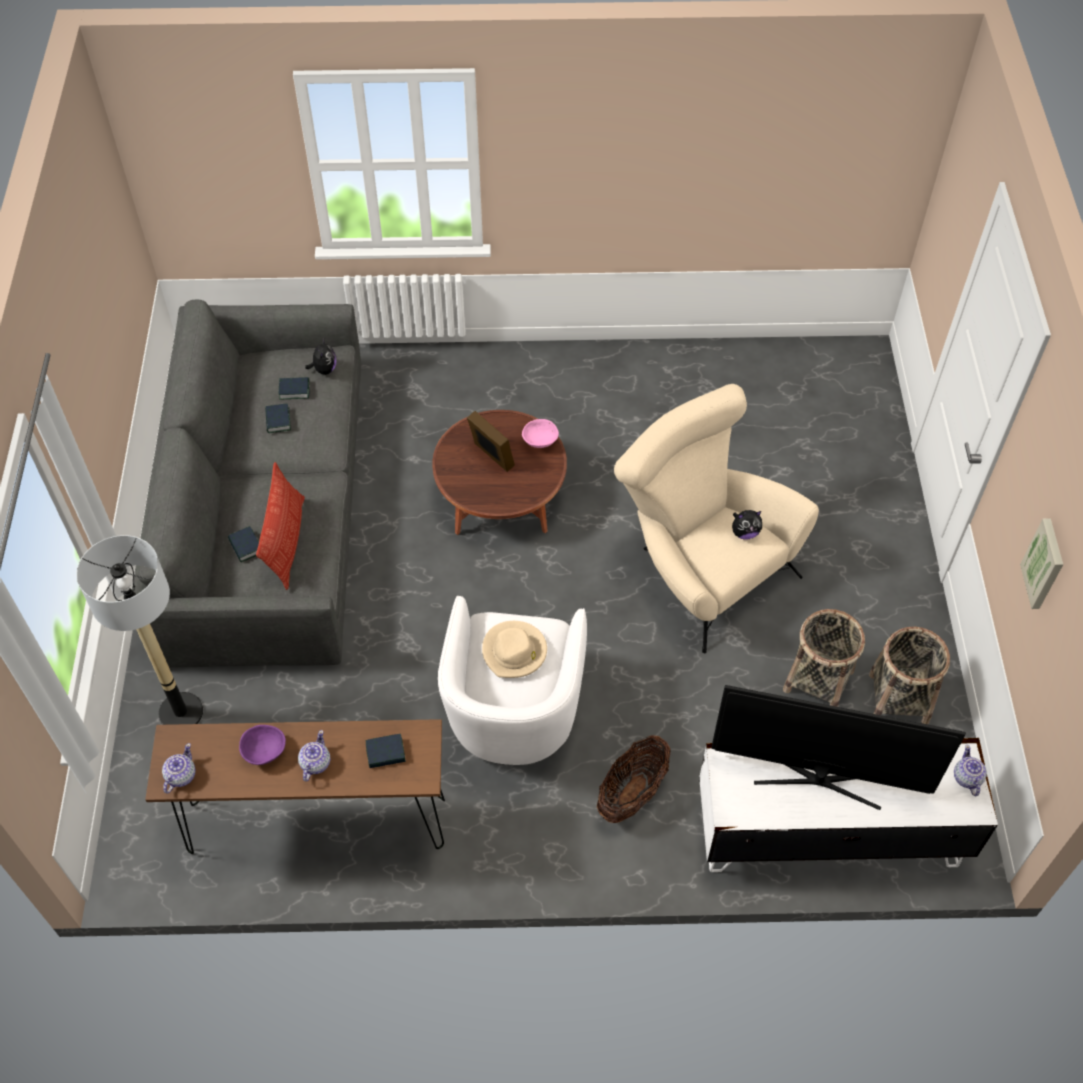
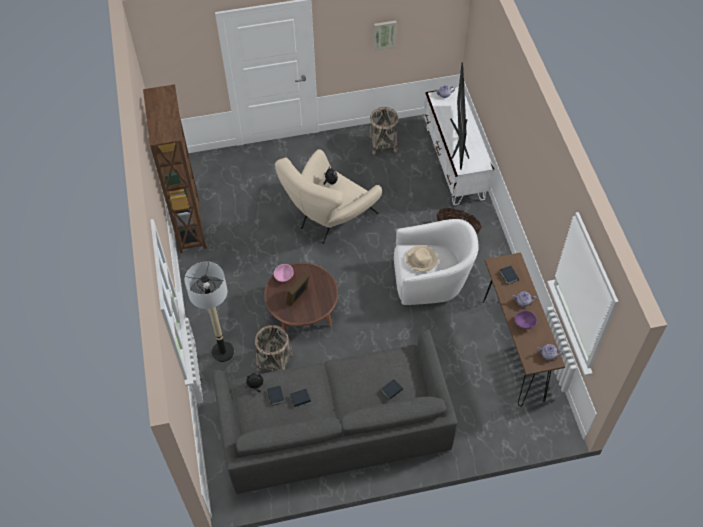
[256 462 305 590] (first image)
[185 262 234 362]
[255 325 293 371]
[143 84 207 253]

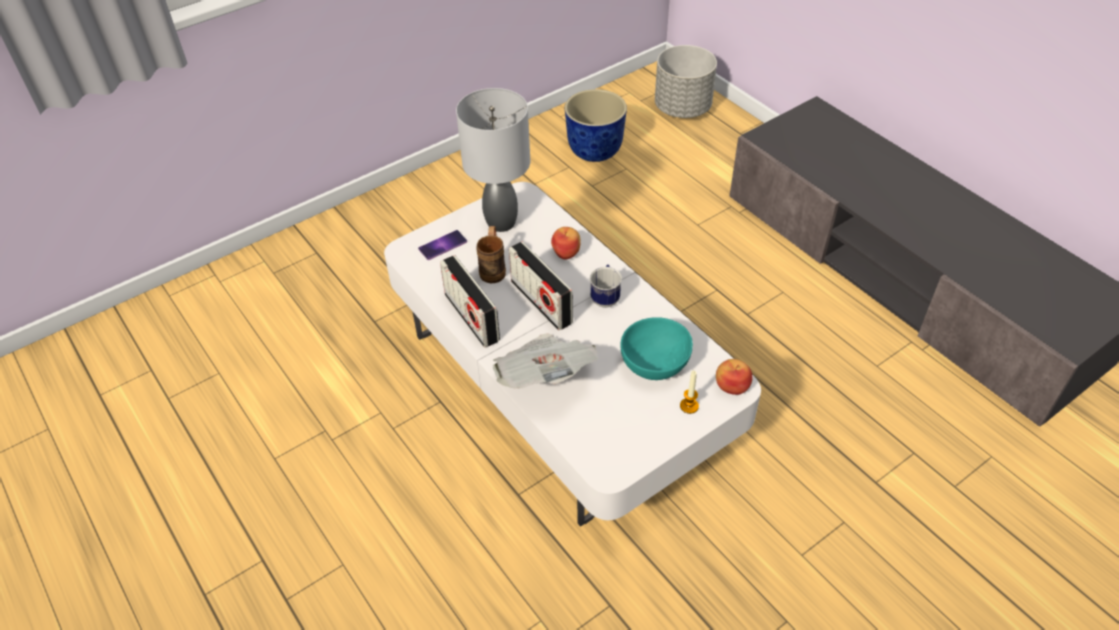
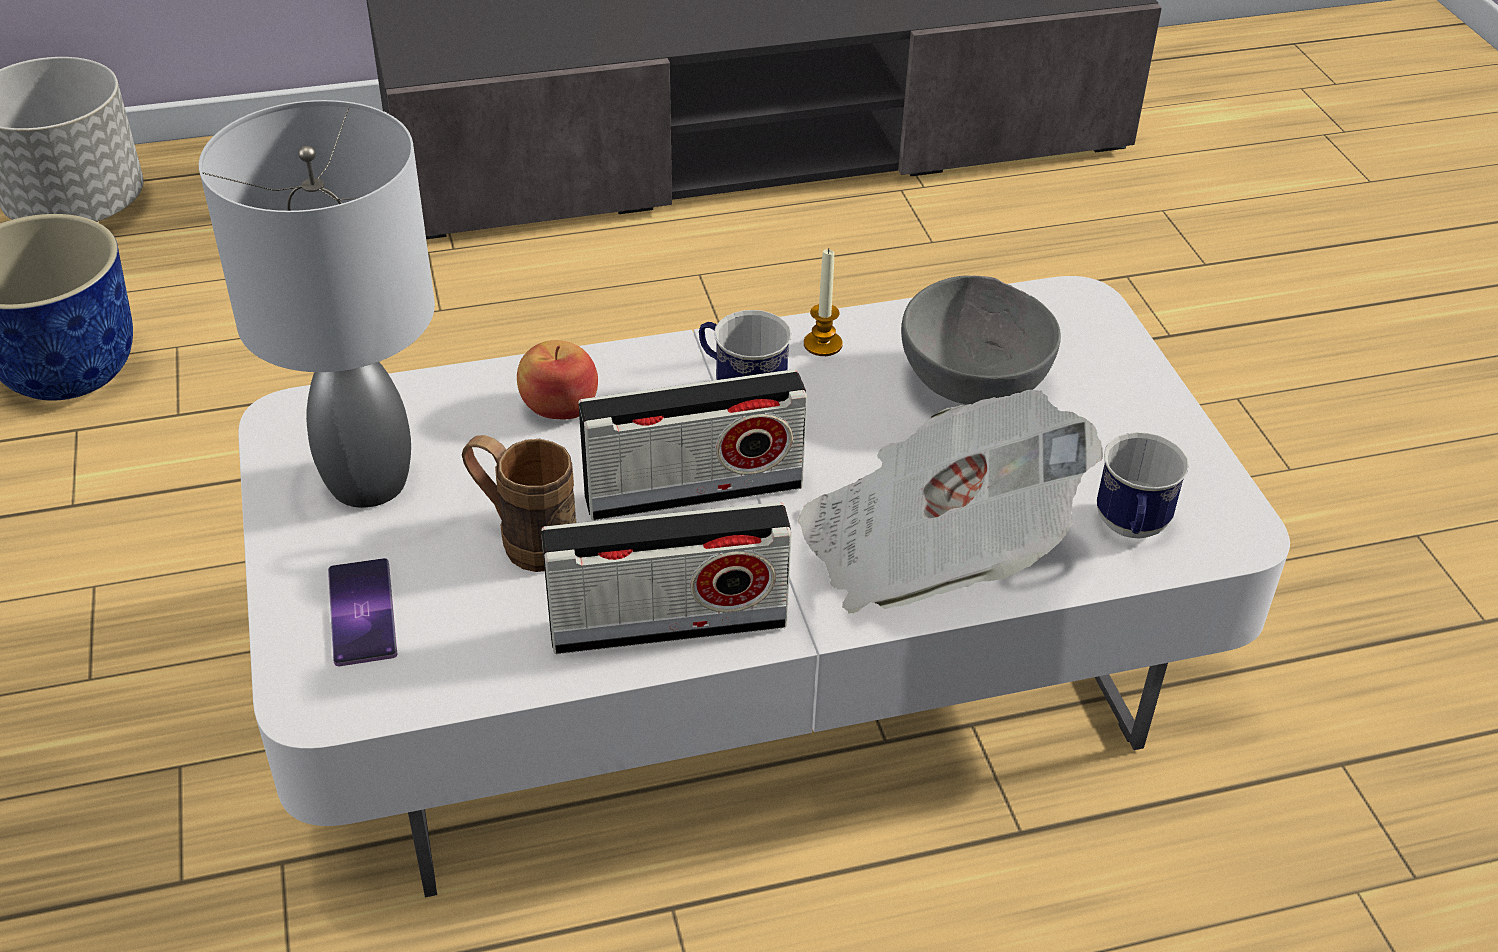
[901 275 1061 405]
[716 359 753 395] (first image)
[804 248 843 356]
[1097 432 1189 538]

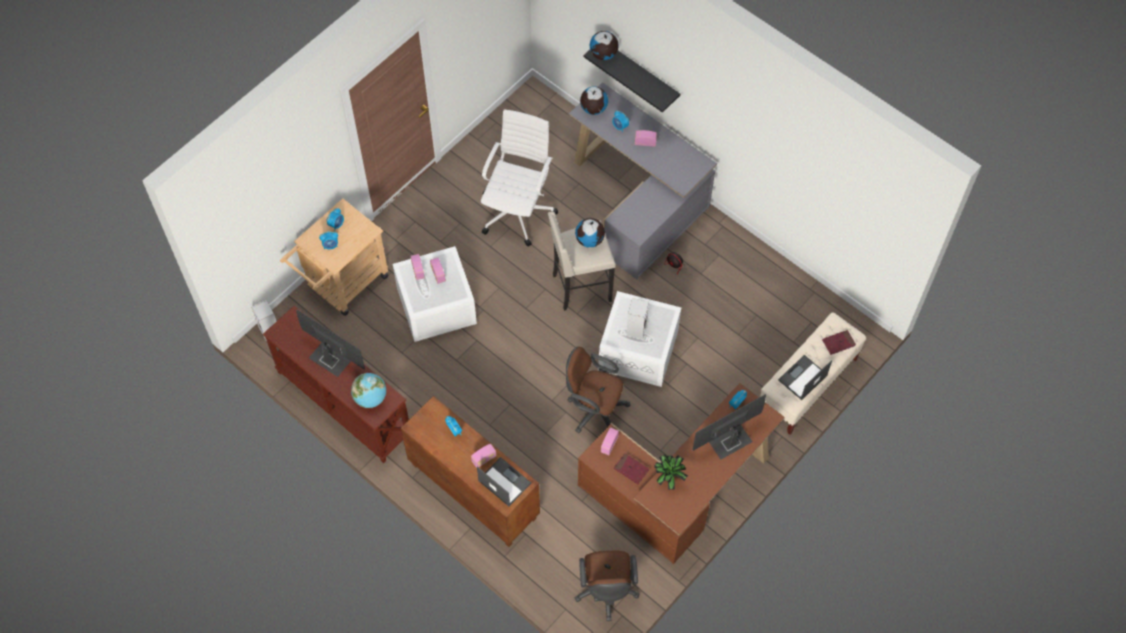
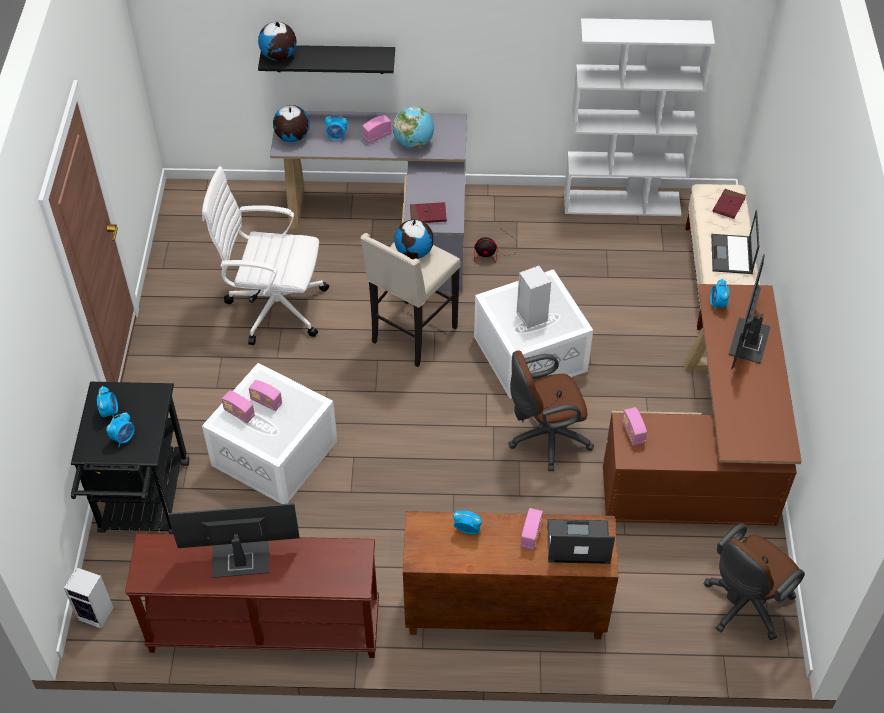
[202 166 329 345]
[71 382 189 534]
[393 107 434 149]
[410 202 447 223]
[654 454 688 490] (first image)
[704 523 805 640]
[564 18 715 216]

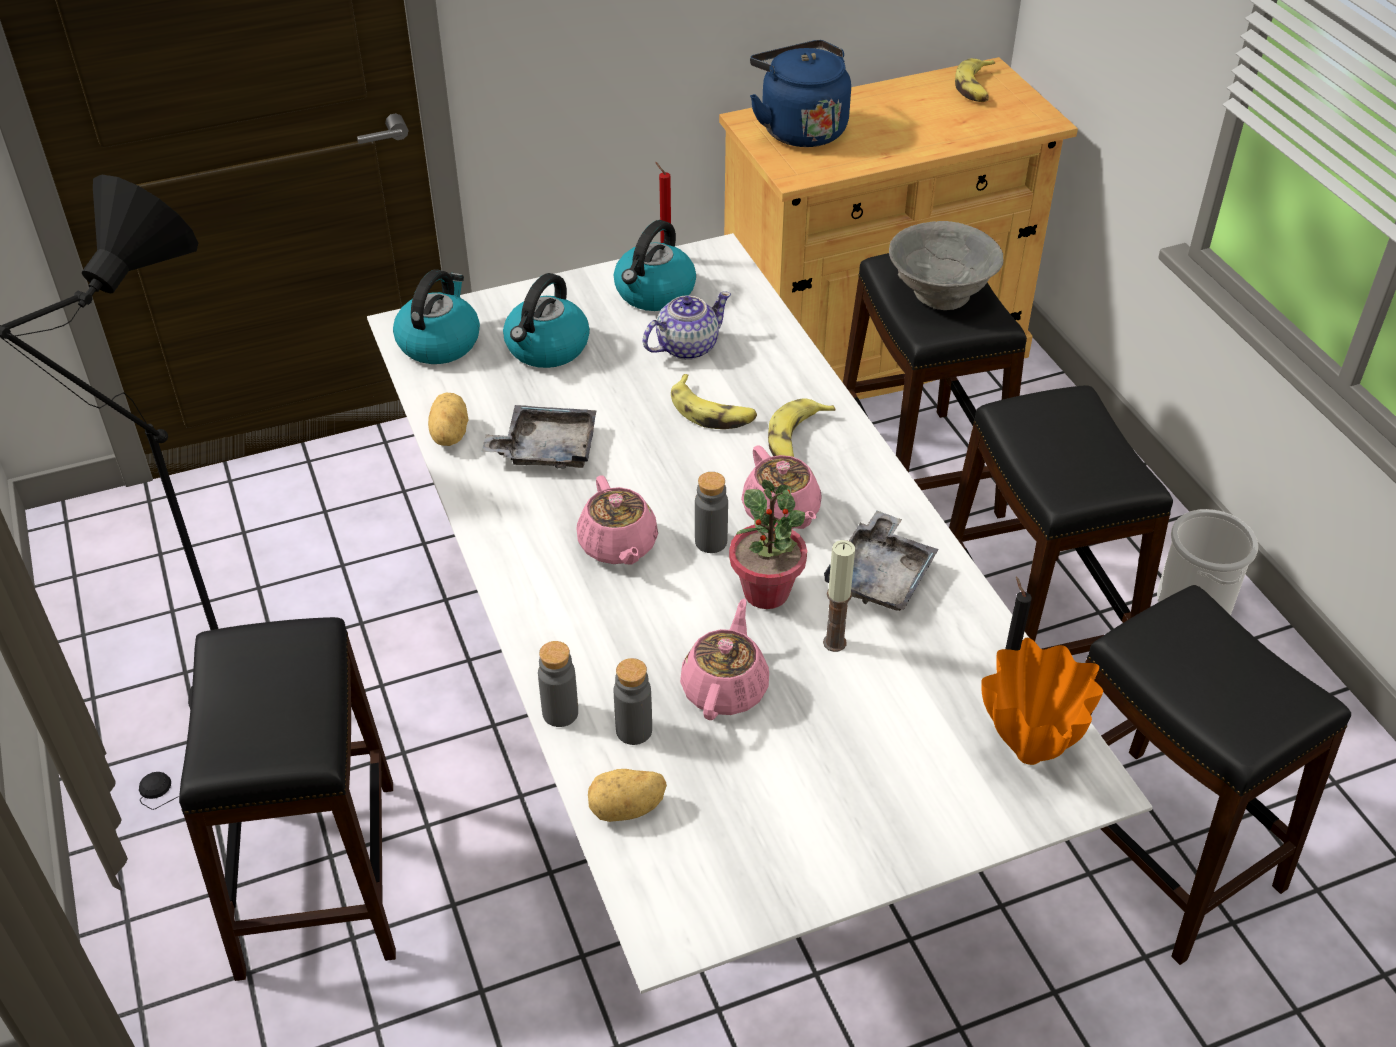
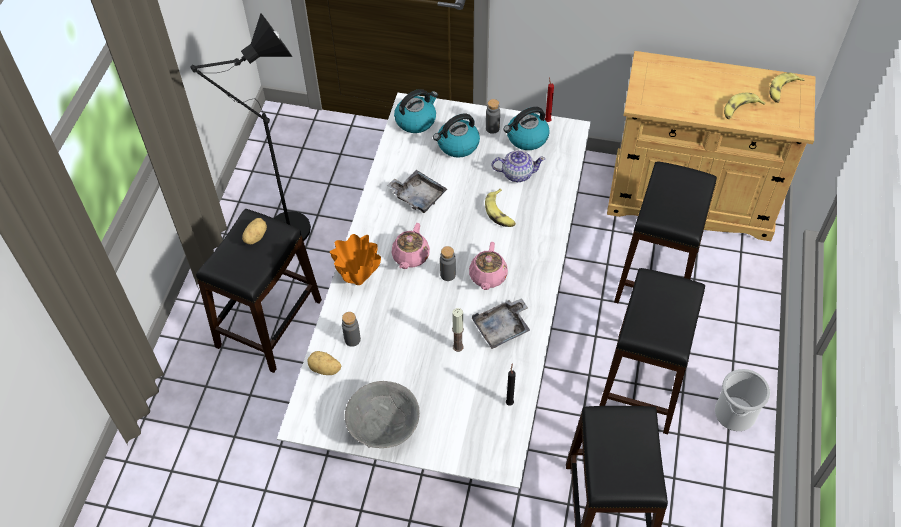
[750 40 851 147] (first image)
[345 381 420 448]
[242 218 267 244]
[724 93 765 119]
[729 479 807 609] (first image)
[680 599 769 720] (first image)
[330 234 381 285]
[486 99 500 134]

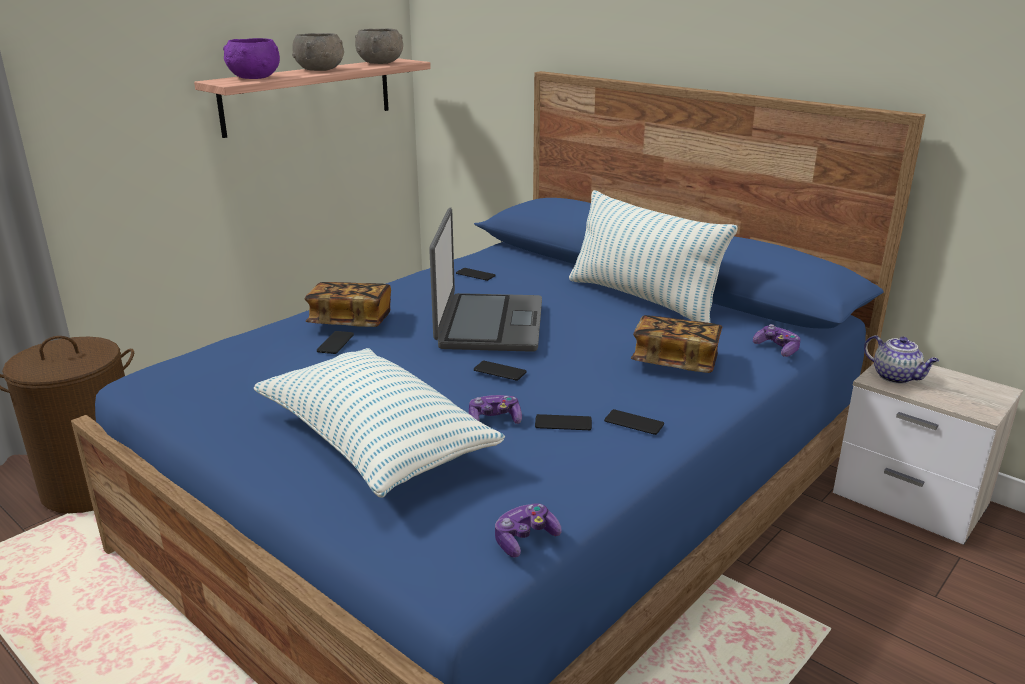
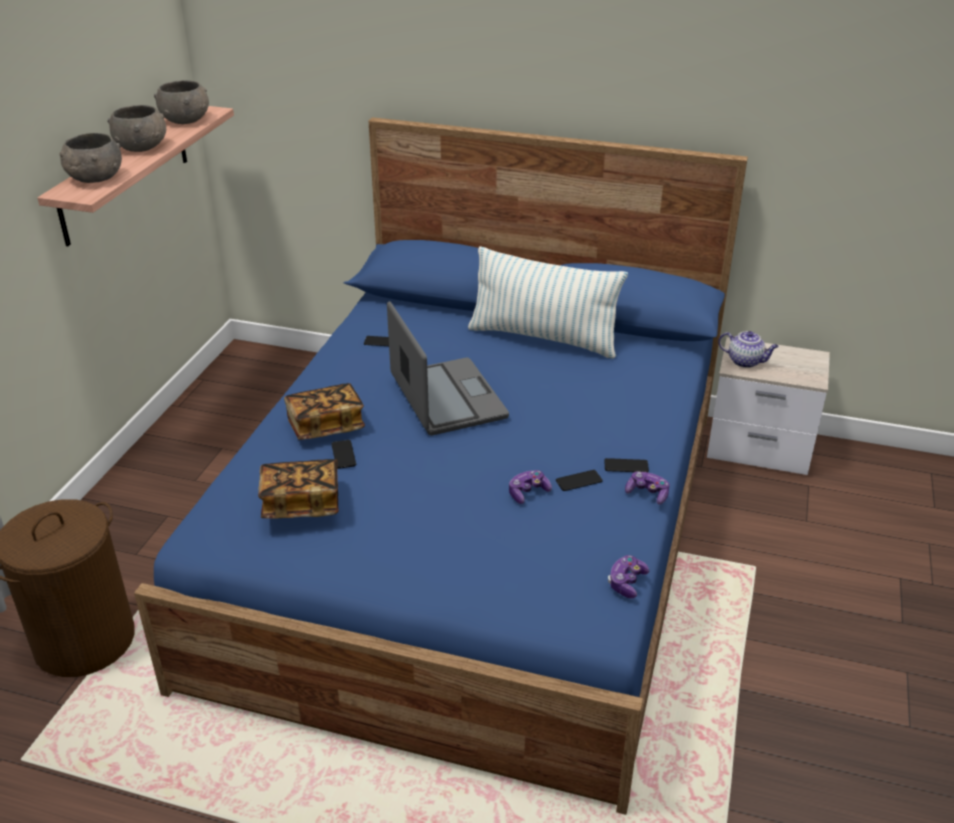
[59 133 122 183]
[258 459 339 519]
[625 471 670 505]
[254 348 505 497] (first image)
[474 361 526 381] (first image)

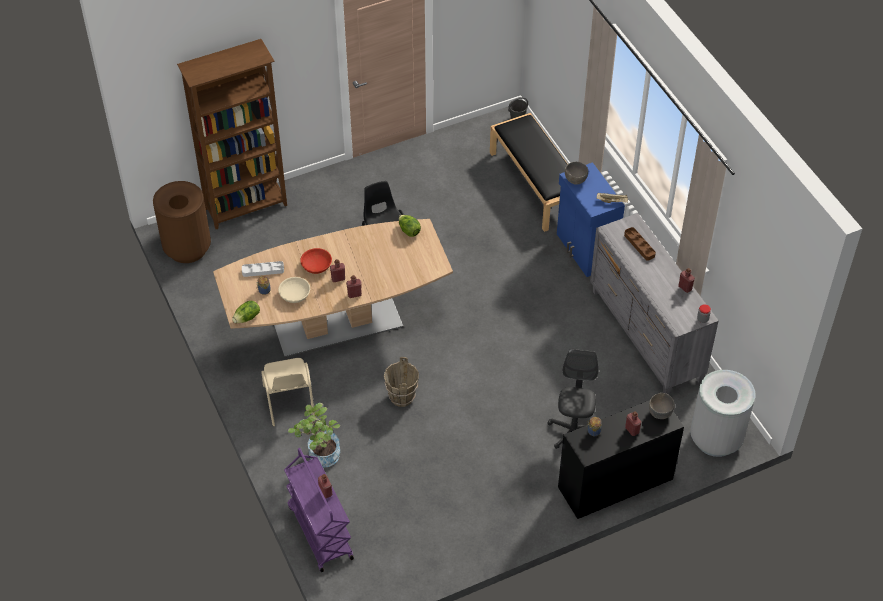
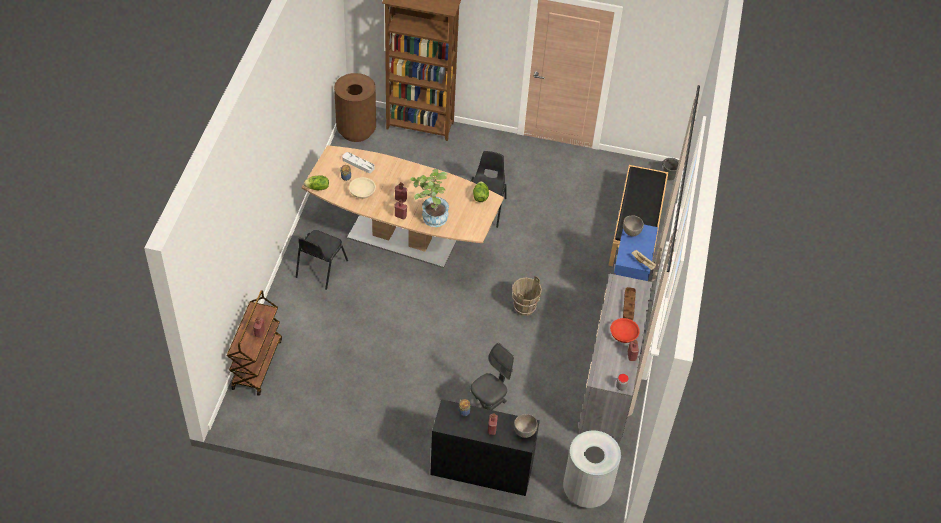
[610 318 640 343]
[512 276 542 316]
[296 230 348 290]
[410 169 449 227]
[227 290 282 396]

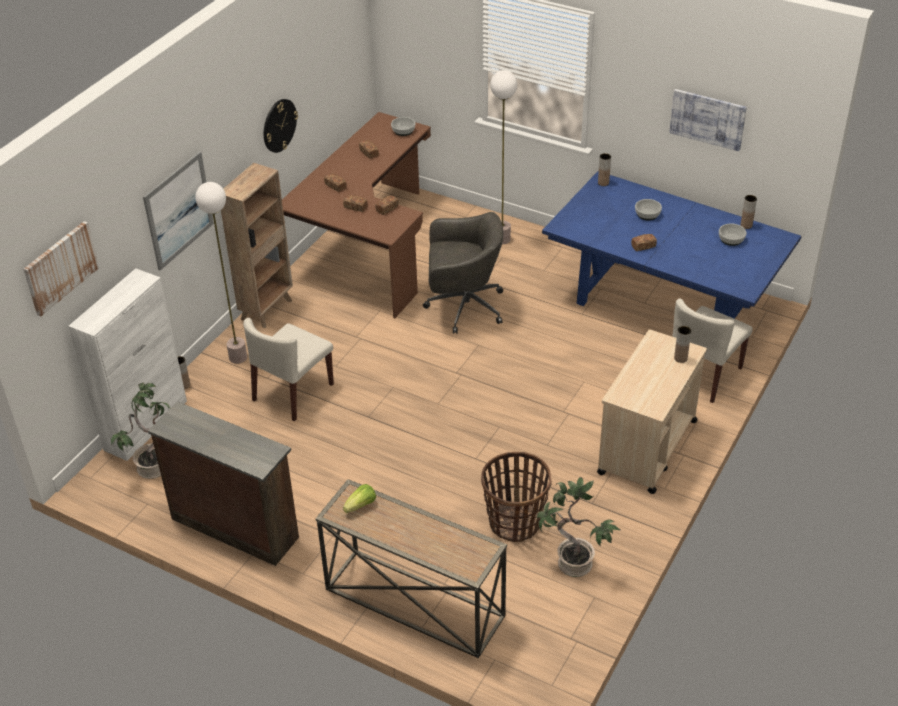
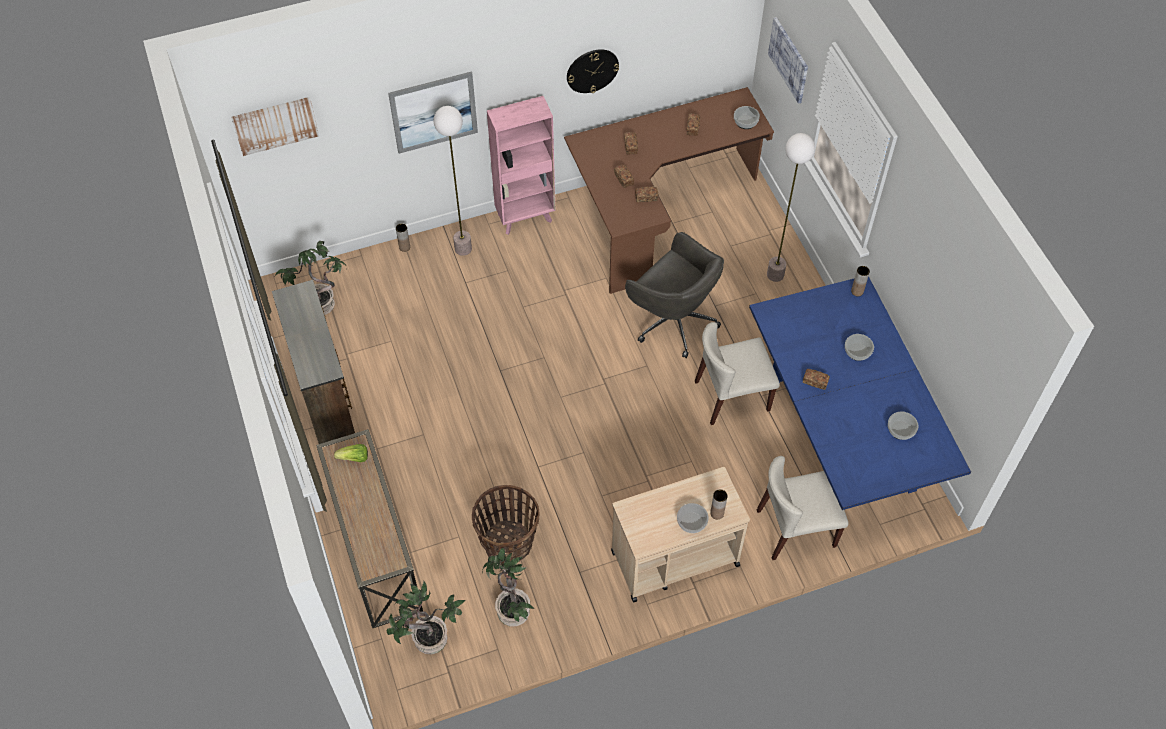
[768 17 808 104]
[487 96 555 235]
[741 195 757 229] (first image)
[69 268 187 461] (first image)
[695 322 780 425]
[677 503 709 533]
[386 580 465 654]

